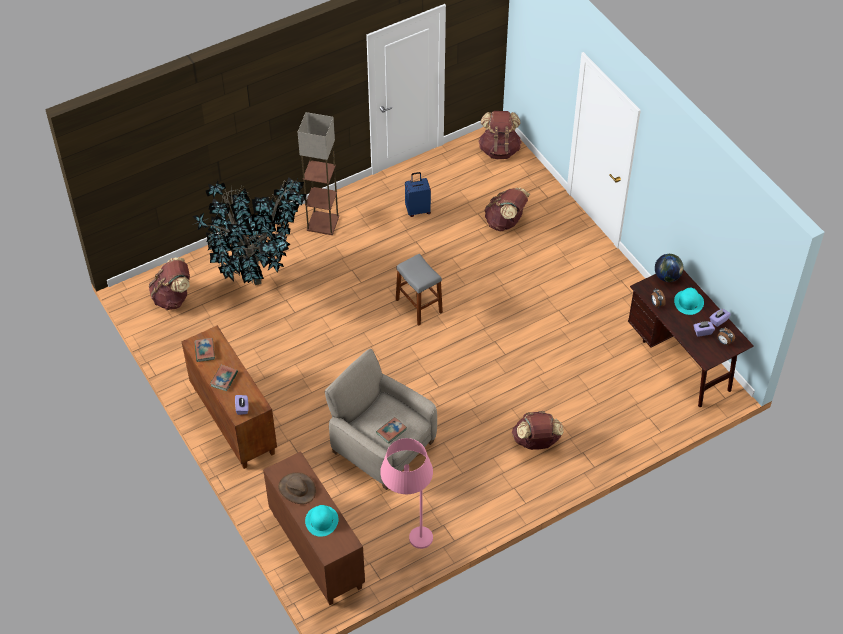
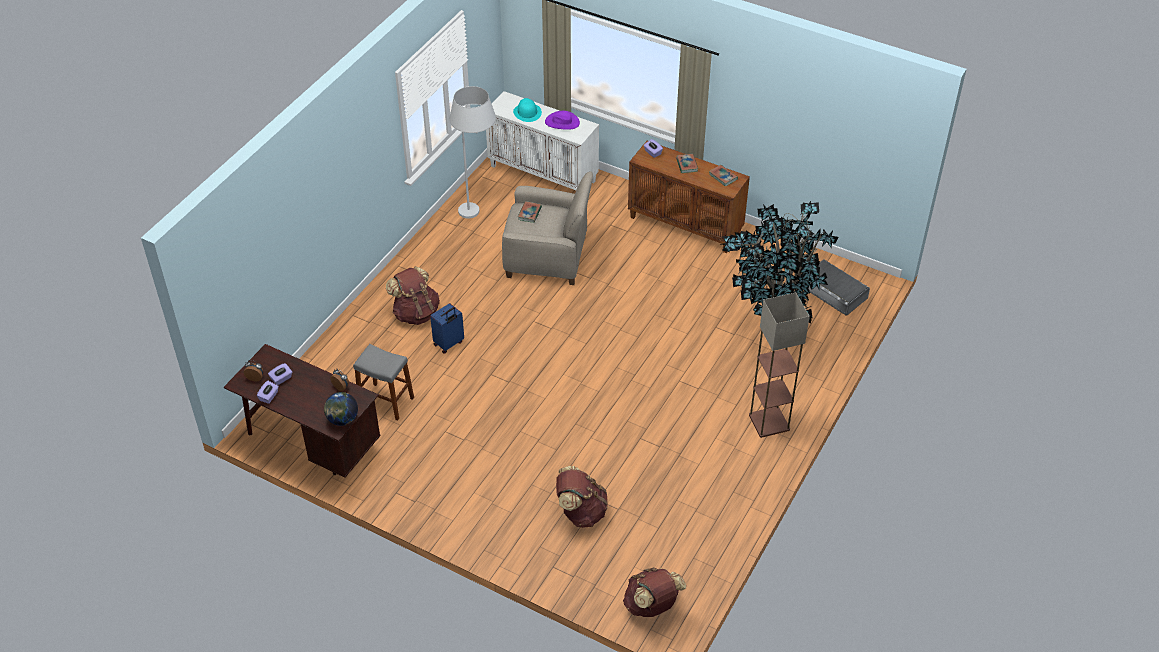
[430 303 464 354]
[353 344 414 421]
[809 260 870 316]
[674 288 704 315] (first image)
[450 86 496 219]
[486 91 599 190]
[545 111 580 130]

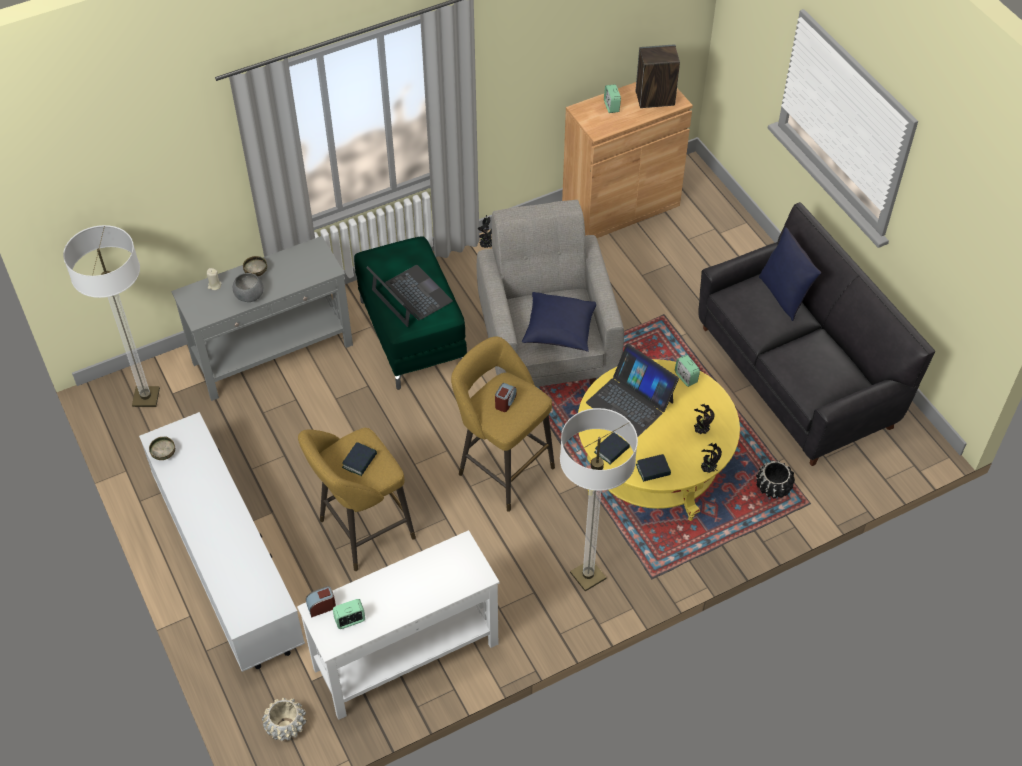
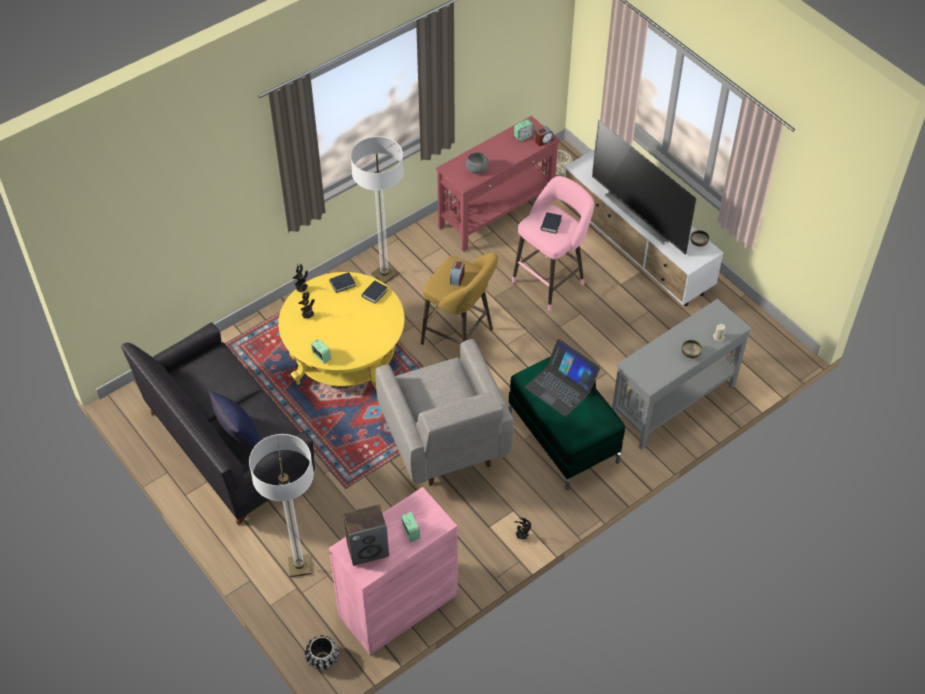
[329 487 458 655]
[249 434 314 577]
[466 152 489 174]
[522 292 596 352] (first image)
[586 344 679 437] (first image)
[512 176 594 311]
[305 635 339 670]
[436 116 559 252]
[592 120 697 255]

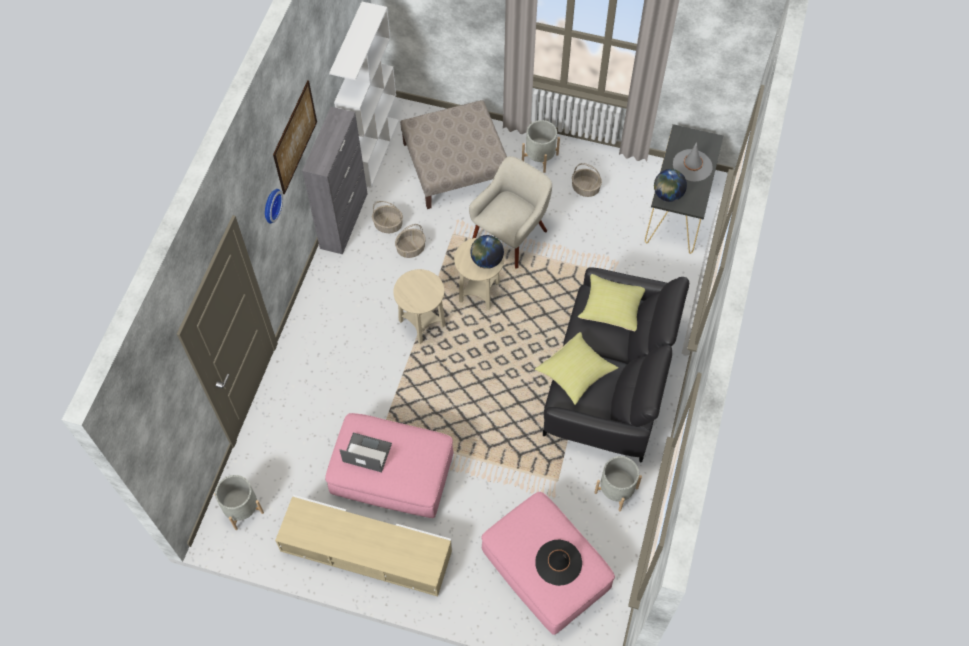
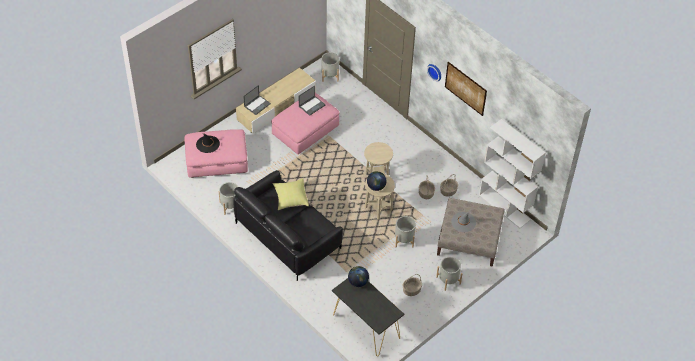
[302 107 368 254] (first image)
[451 212 476 232]
[395 216 416 248]
[578 274 645 331] (first image)
[244 85 271 115]

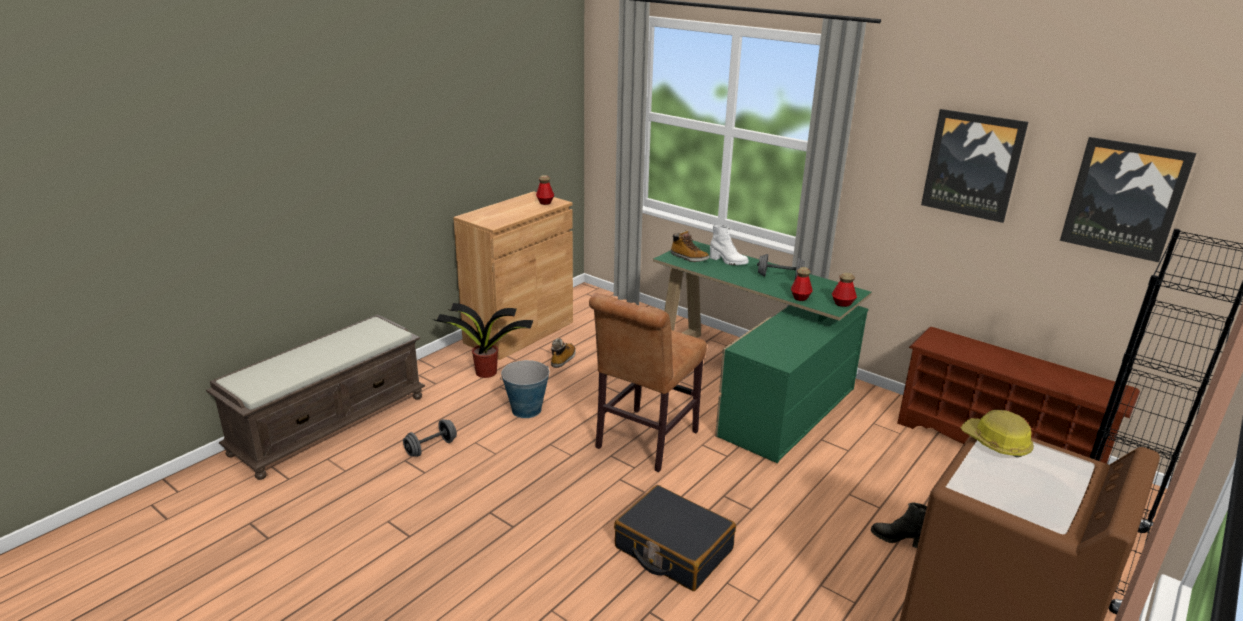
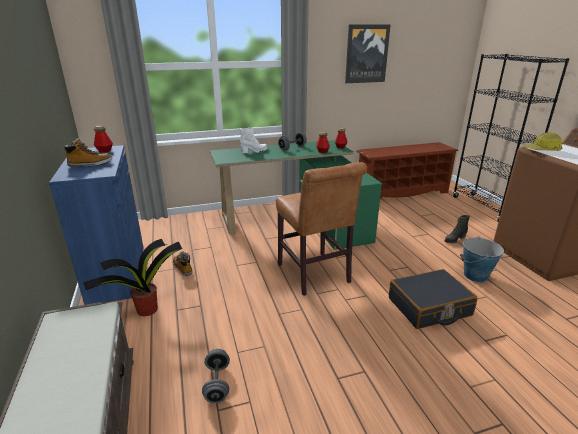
[1060 137 1196 262] (first image)
[49 145 143 305]
[63 138 112 167]
[460 236 504 282]

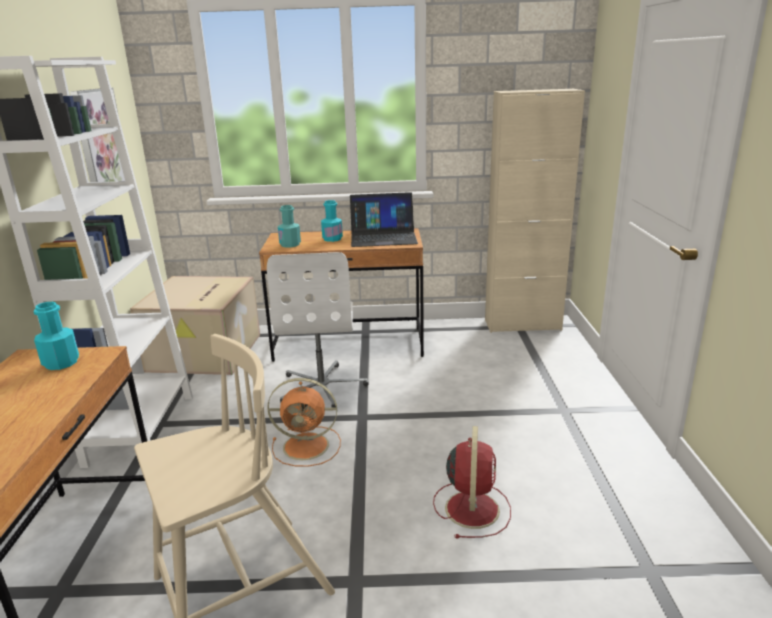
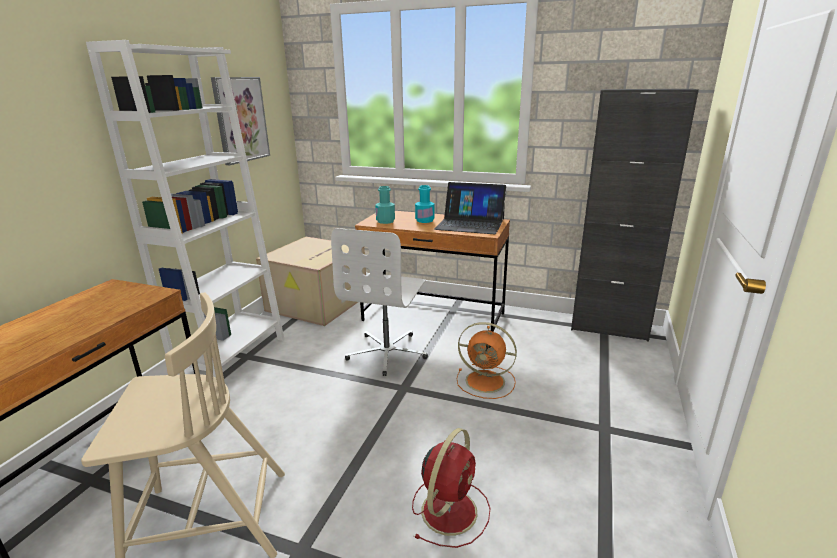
[571 89 699 341]
[34 302 79 370] (first image)
[457 322 517 399]

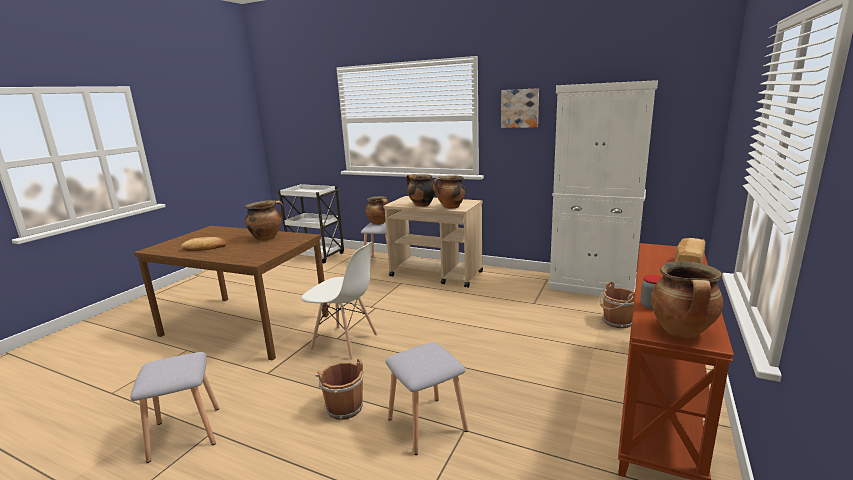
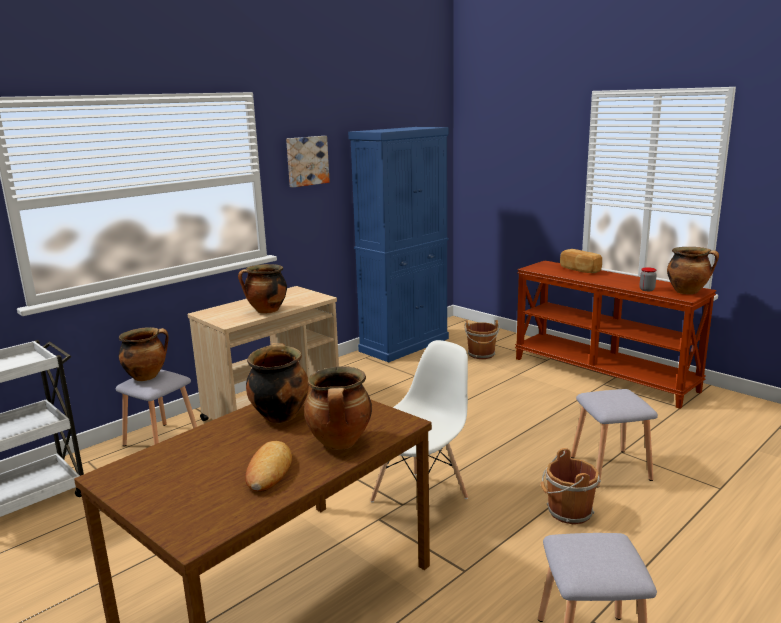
[348 127 449 362]
[304 366 372 450]

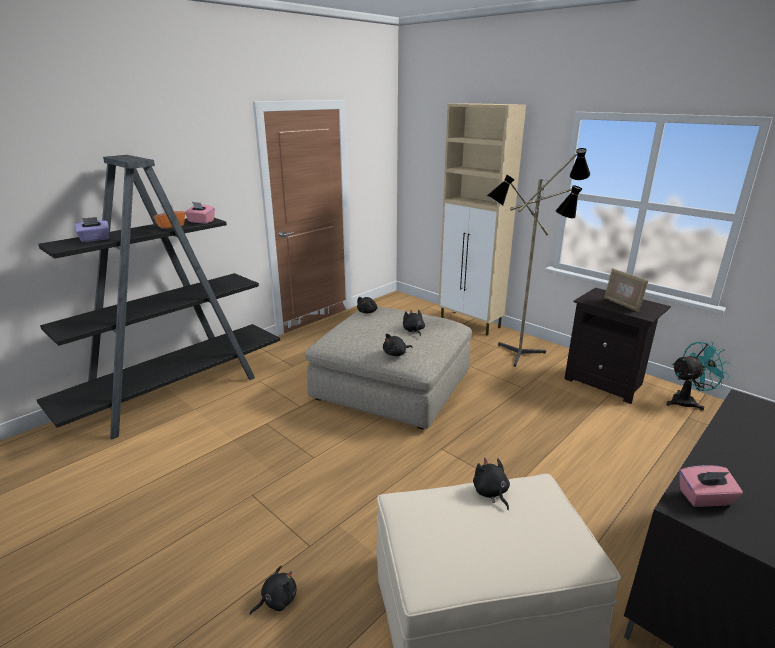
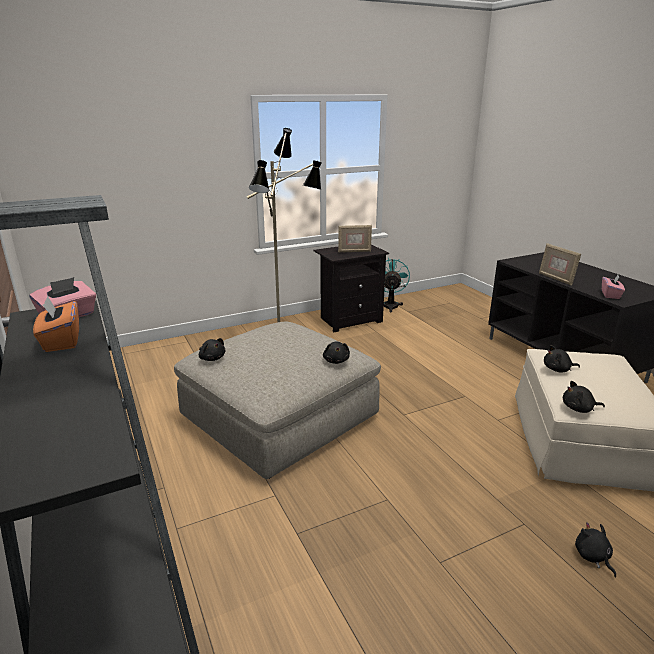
[439 103 526 335] (first image)
[74 217 109 242] (first image)
[563 381 605 413]
[539 243 581 286]

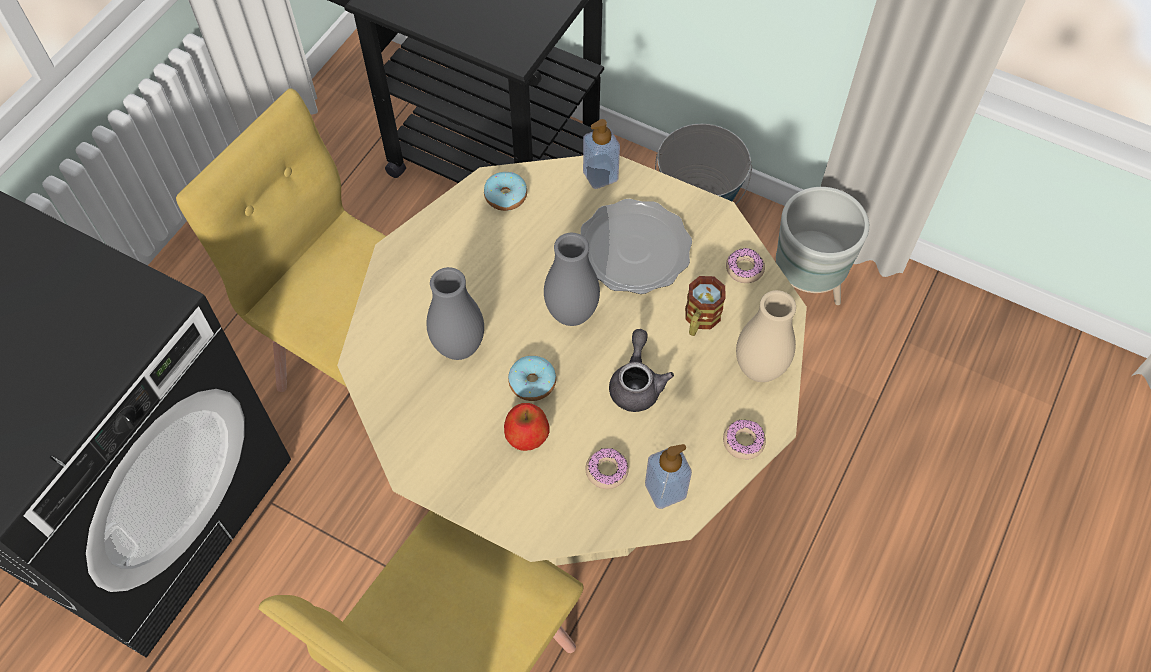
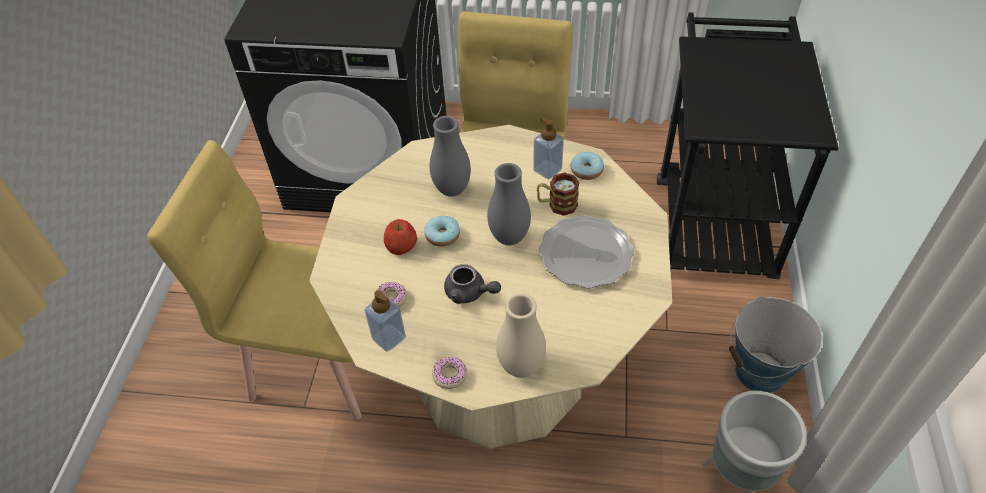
[533 118 564 179]
[726 248 765 283] (first image)
[537 172 579 216]
[444 264 501 304]

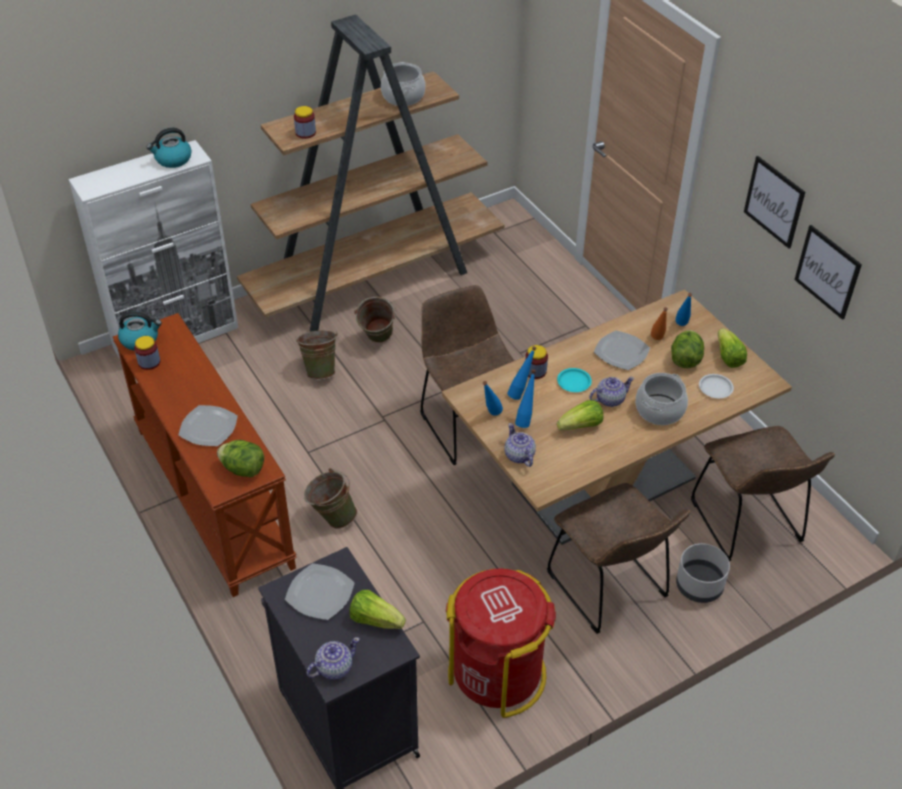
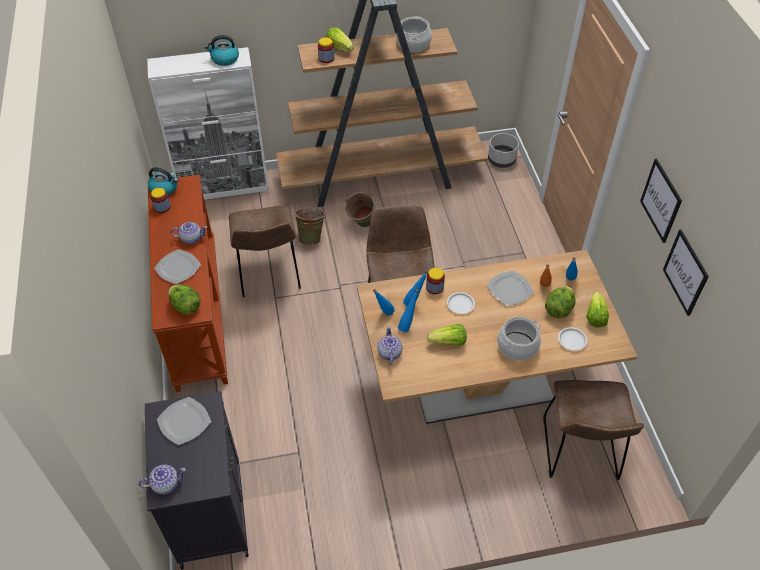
[447 292 475 314]
[171 222 207 244]
[304 468 357 529] (first image)
[229 206 301 297]
[488 133 519 168]
[446 569 556 718] (first image)
[326 27 354 52]

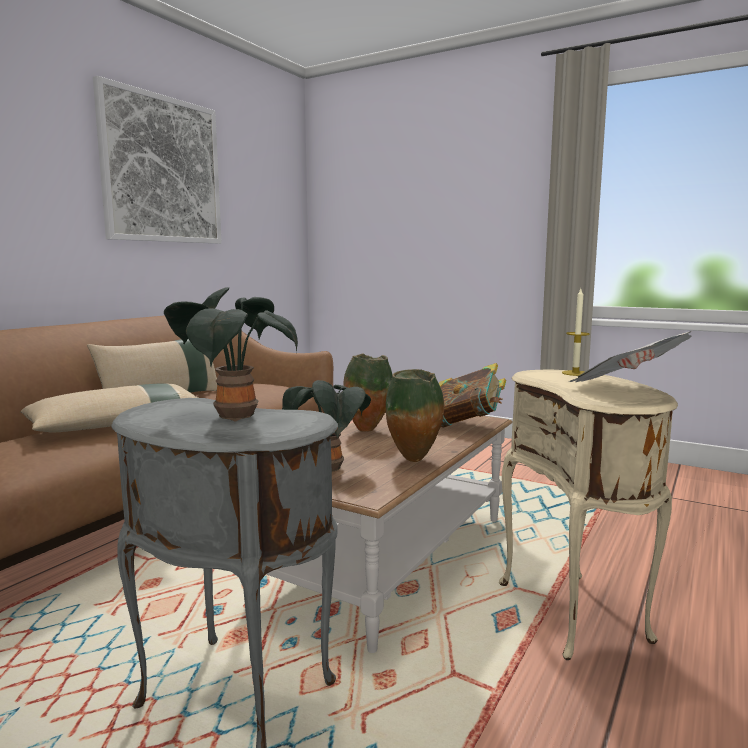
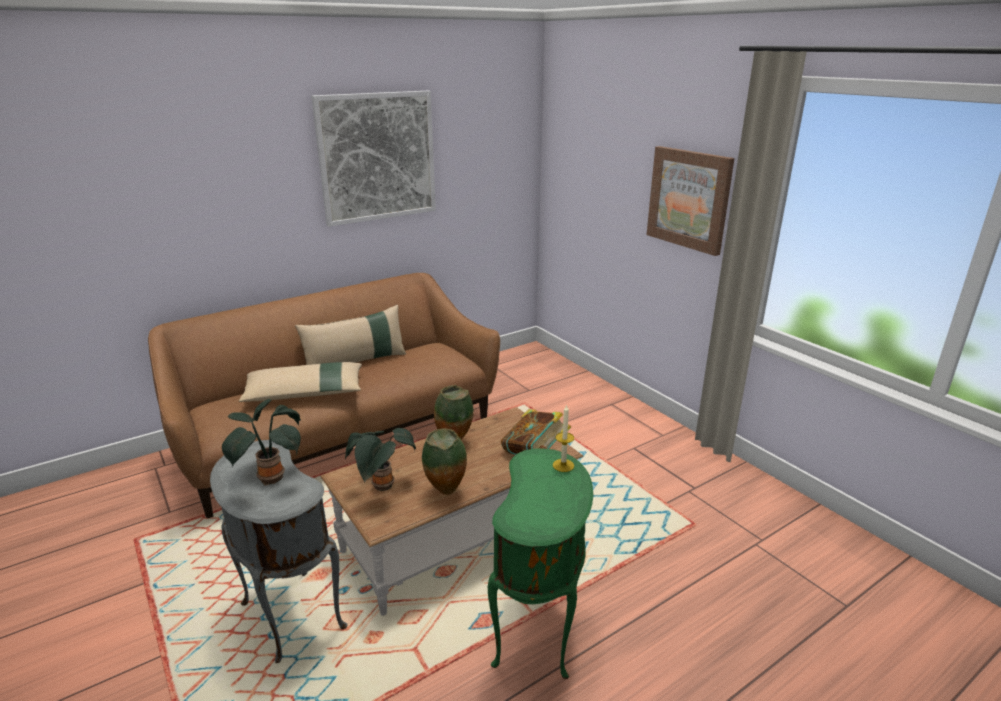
[570 331 692 382] (first image)
[488 448 593 679]
[647 146 735 256]

